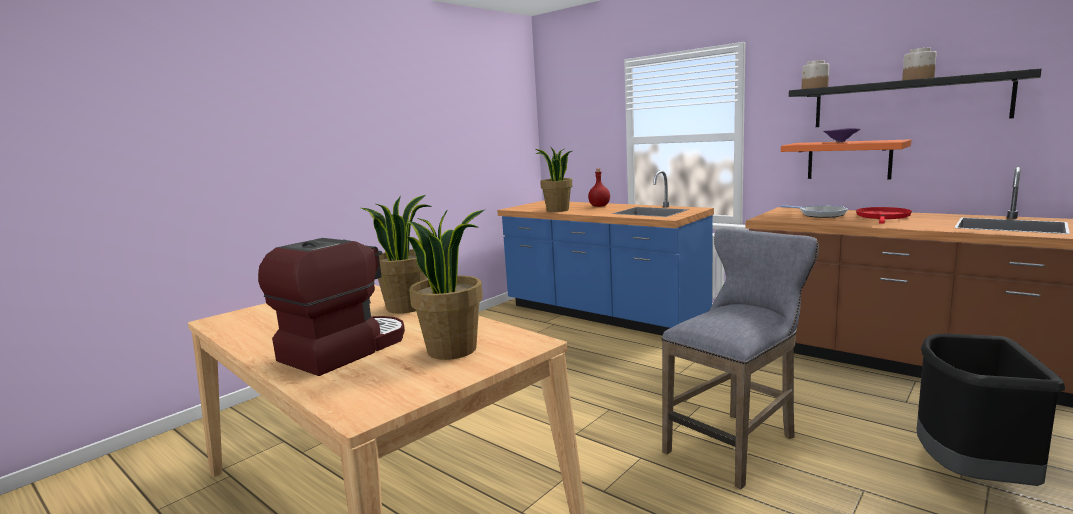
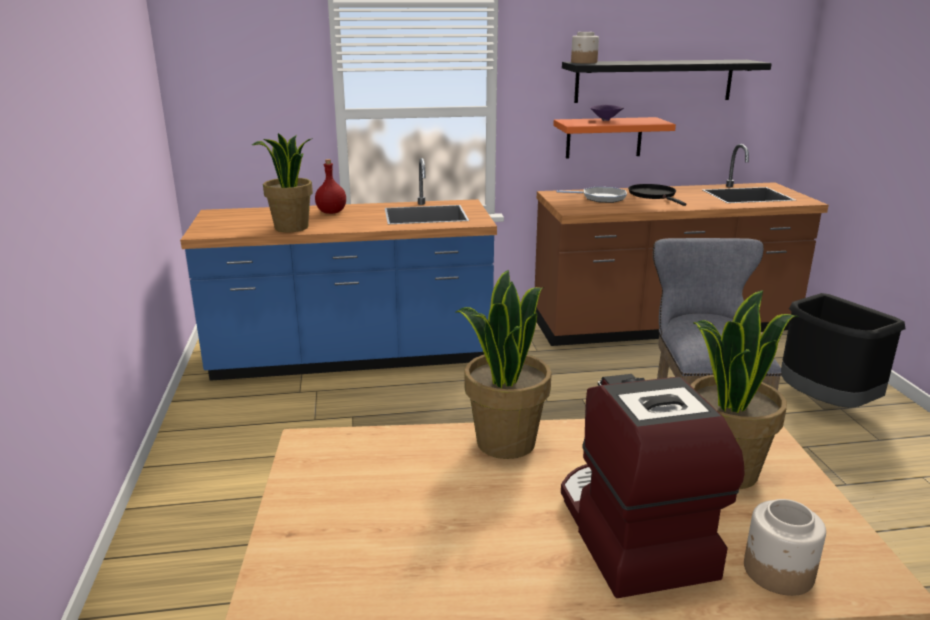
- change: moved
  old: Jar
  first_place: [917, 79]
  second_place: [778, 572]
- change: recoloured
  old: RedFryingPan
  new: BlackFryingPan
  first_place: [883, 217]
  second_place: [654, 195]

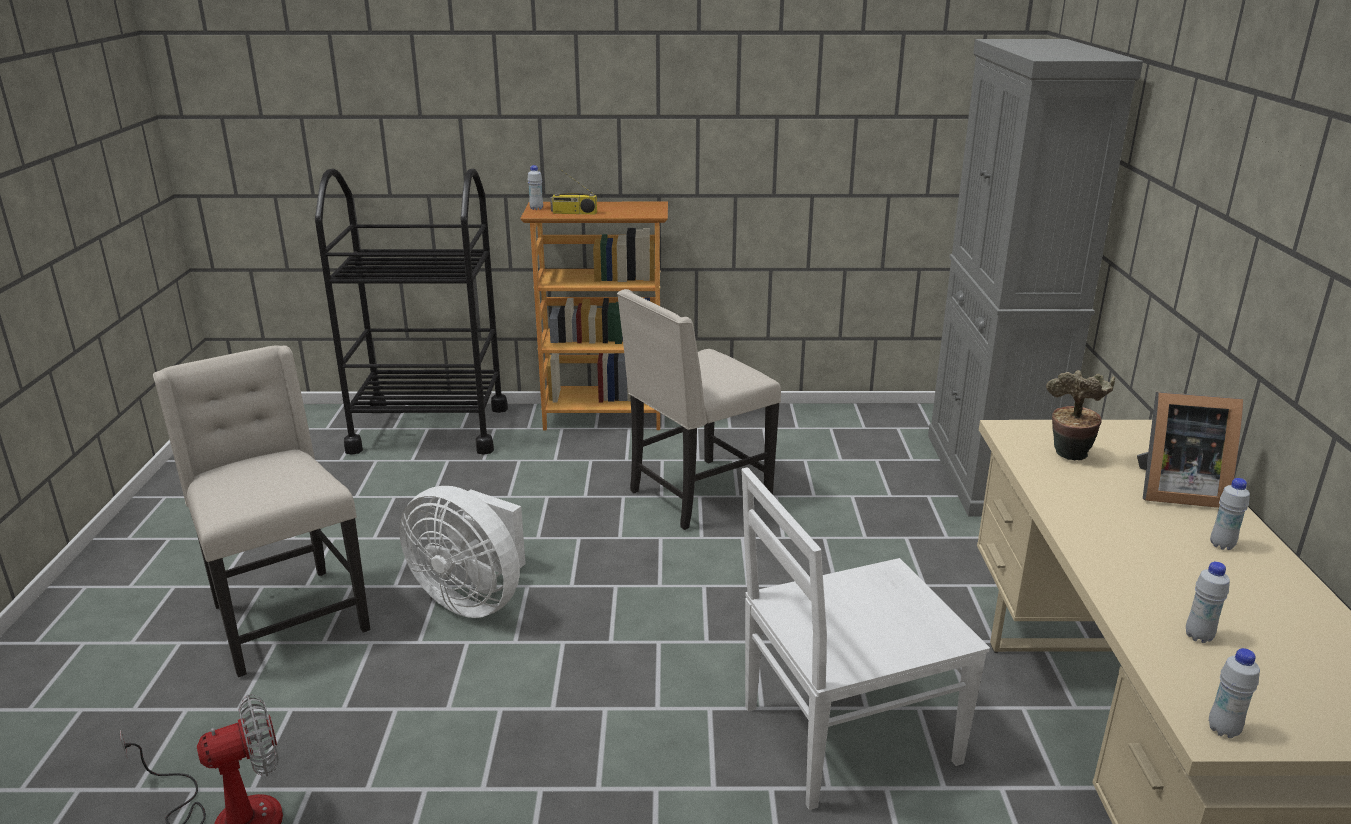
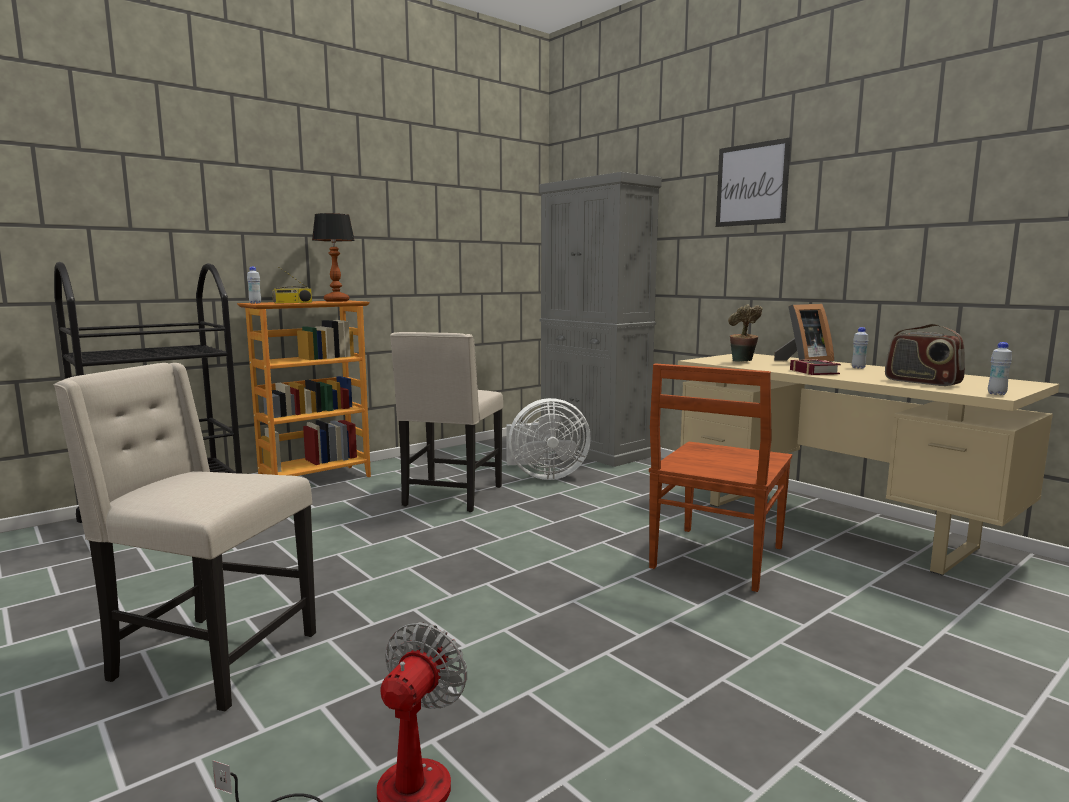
- change: added
  new: TableLamp
  second_place: [336, 301]
- change: added
  new: Picture
  second_place: [752, 184]
- change: added
  new: Book
  second_place: [814, 371]
- change: moved
  old: WhiteFan
  first_place: [473, 599]
  second_place: [544, 476]
- change: replaced
  old: WhiteBottle
  new: Radio
  first_place: [1198, 636]
  second_place: [922, 382]
- change: recoloured
  old: WhiteChair
  new: BrownChair
  first_place: [844, 735]
  second_place: [716, 558]

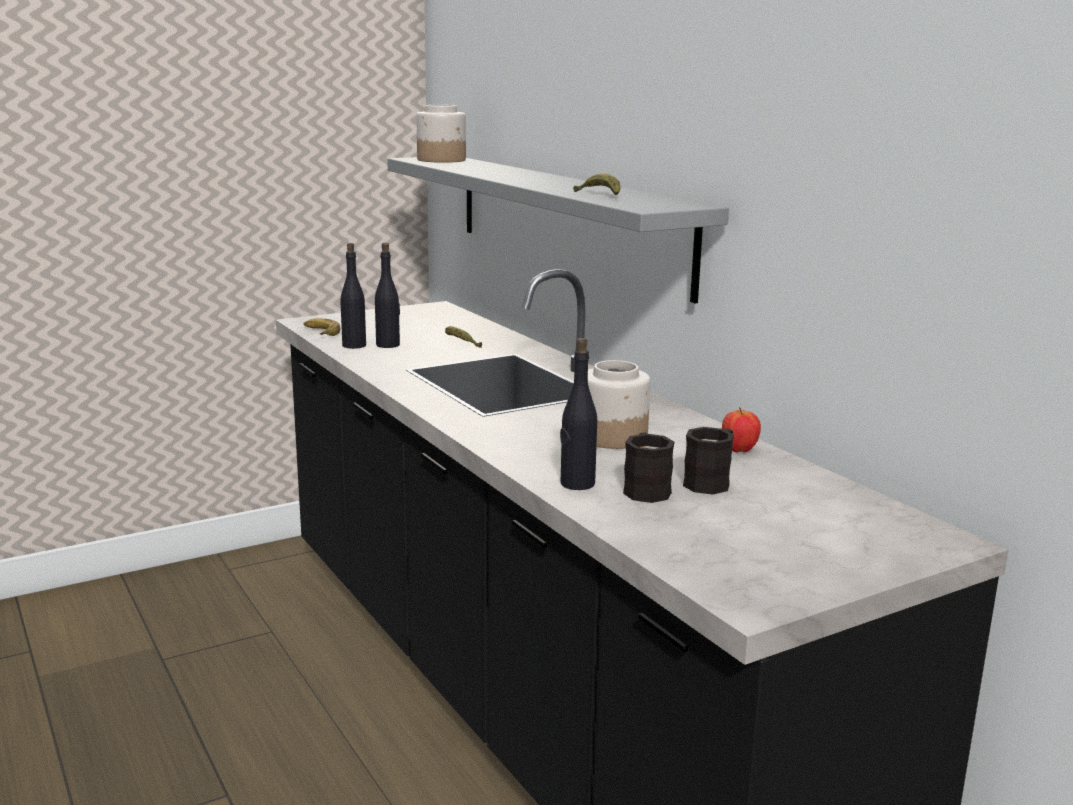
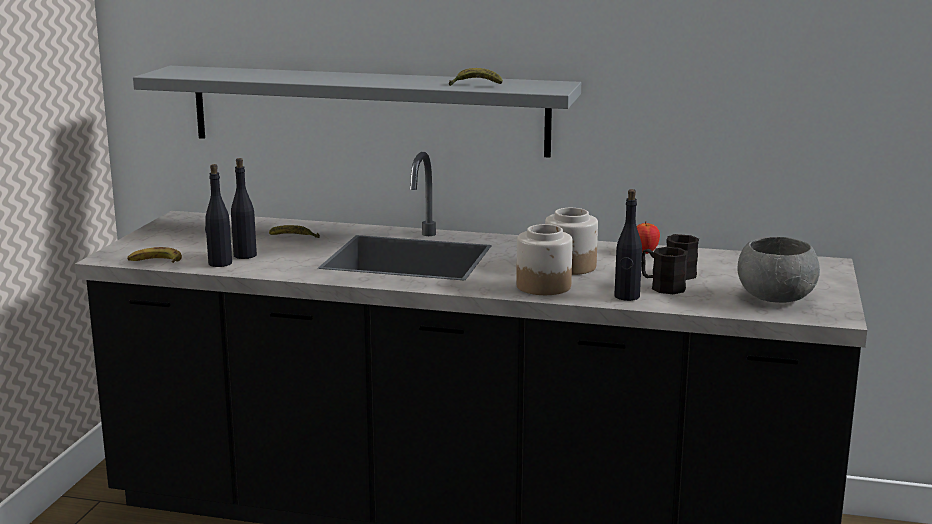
- change: added
  new: GreyBowl
  second_place: [776, 297]
- change: moved
  old: Jar
  first_place: [442, 160]
  second_place: [544, 286]

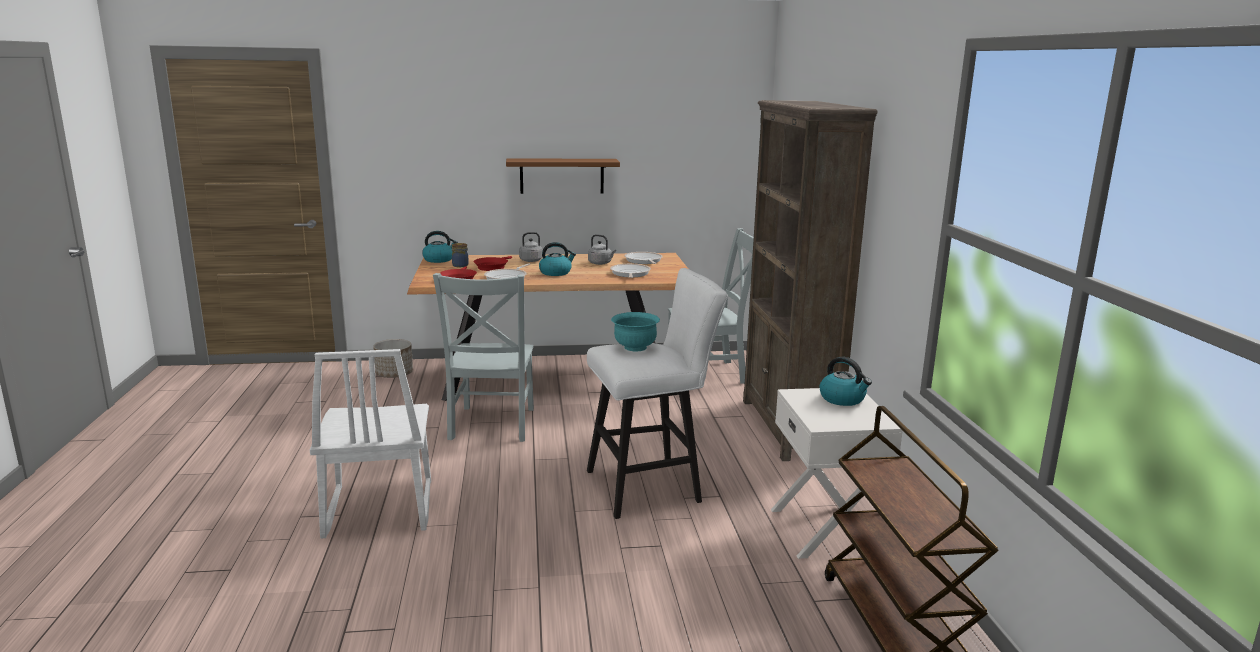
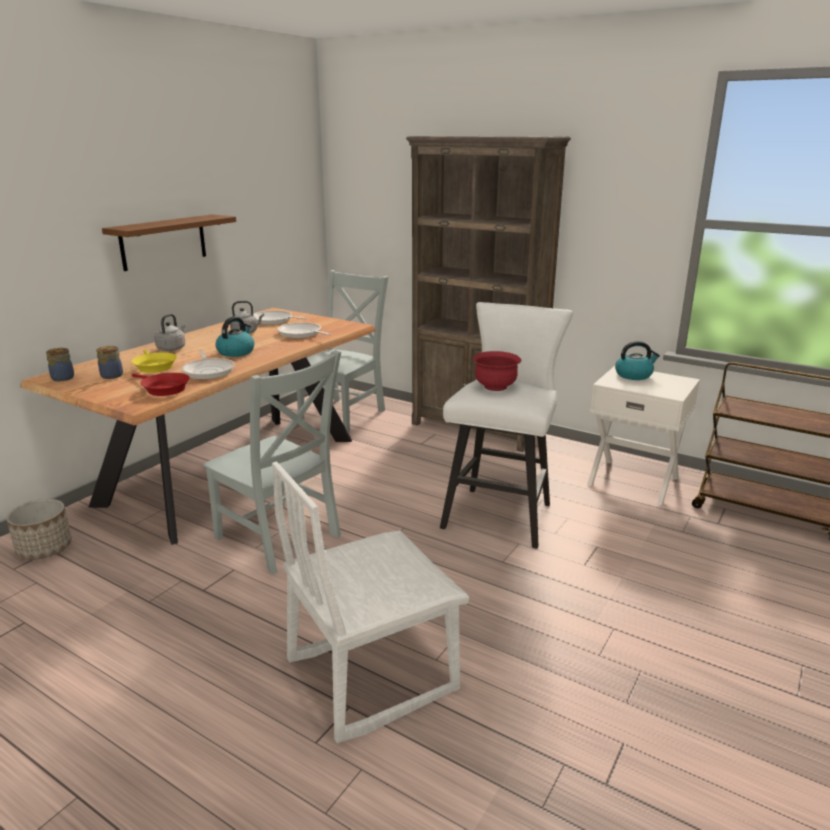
- change: replaced
  old: Kettle
  new: Jar
  first_place: [439, 260]
  second_place: [62, 378]
- change: recoloured
  old: RedFryingPan
  new: YellowFryingPan
  first_place: [492, 267]
  second_place: [154, 366]
- change: recoloured
  old: TurquoiseBowl
  new: RedBowl
  first_place: [635, 347]
  second_place: [495, 387]
- change: turned
  old: WhiteChair
  first_place: [378, 510]
  second_place: [370, 674]
  degrees: 120

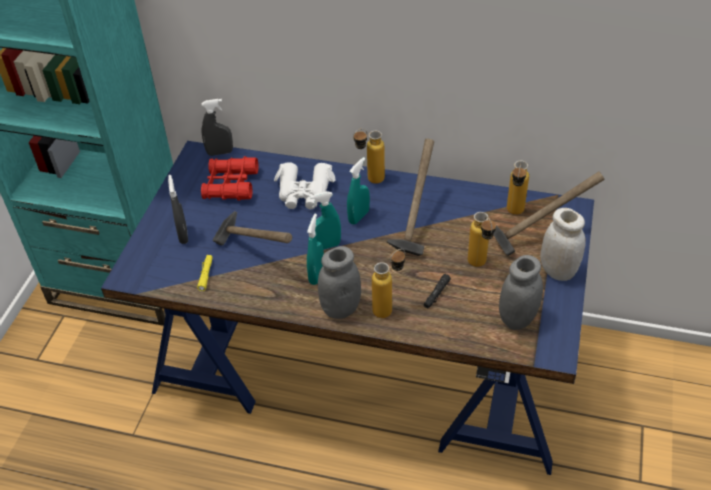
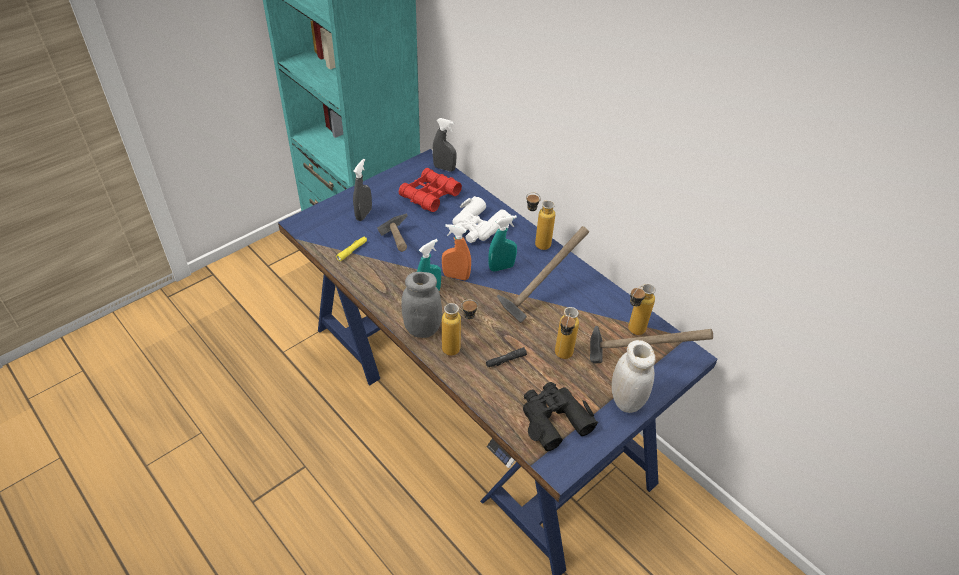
- change: replaced
  old: GreyJar
  new: BlackBinoculars
  first_place: [517, 319]
  second_place: [553, 419]
- change: recoloured
  old: TurquoiseSprayBottle
  new: OrangeSprayBottle
  first_place: [326, 246]
  second_place: [456, 276]

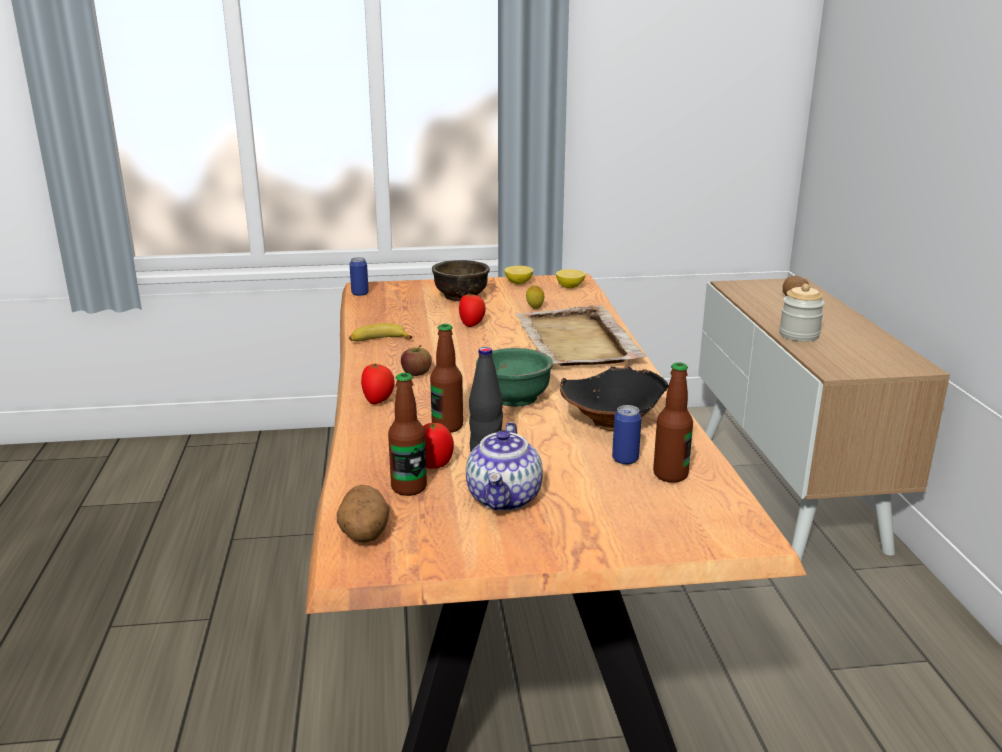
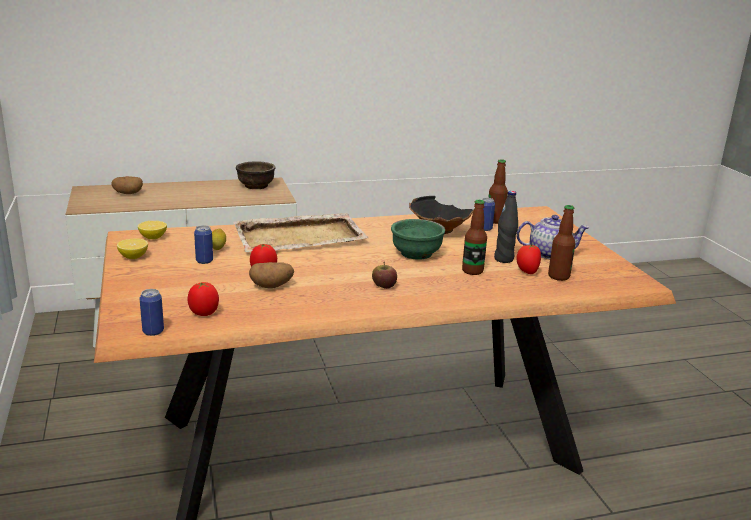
- change: removed
  old: Banana
  first_place: [378, 341]
- change: removed
  old: Jar
  first_place: [799, 335]
- change: added
  new: Can
  second_place: [204, 261]
- change: moved
  old: Potato
  first_place: [364, 535]
  second_place: [271, 286]
- change: moved
  old: Tomato
  first_place: [378, 401]
  second_place: [203, 313]
- change: moved
  old: BrownBowl
  first_place: [460, 296]
  second_place: [256, 186]

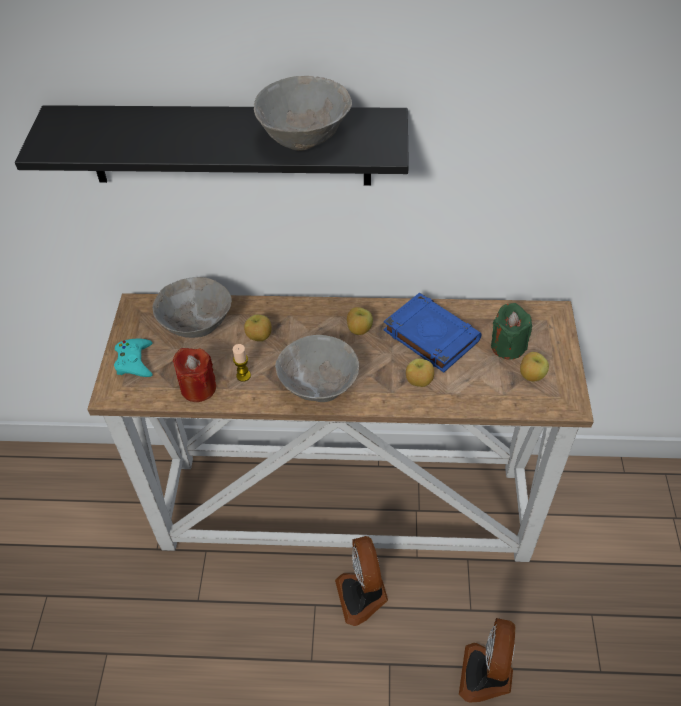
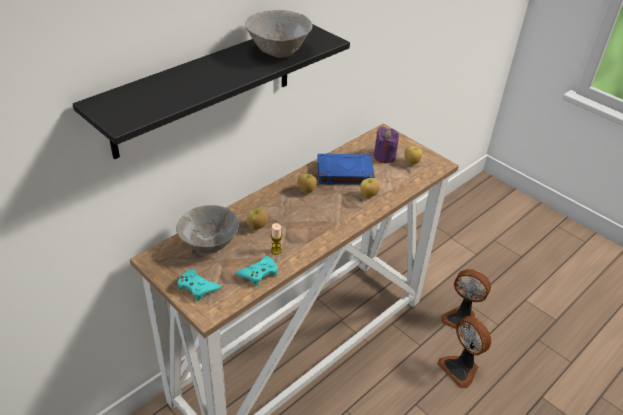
- change: removed
  old: GreyBowl
  first_place: [319, 387]
- change: moved
  old: Fan
  first_place: [363, 596]
  second_place: [461, 319]
- change: replaced
  old: RedCandle
  new: TurquoiseGameController
  first_place: [198, 388]
  second_place: [259, 273]
- change: recoloured
  old: GreenCandle
  new: PurpleCandle
  first_place: [508, 346]
  second_place: [384, 156]

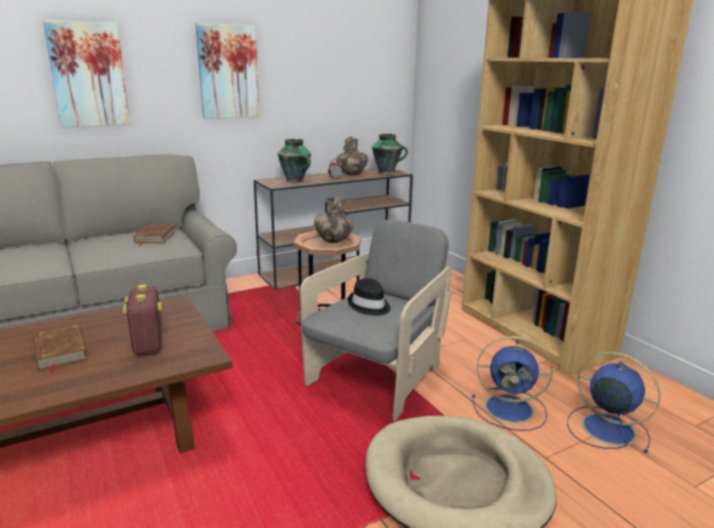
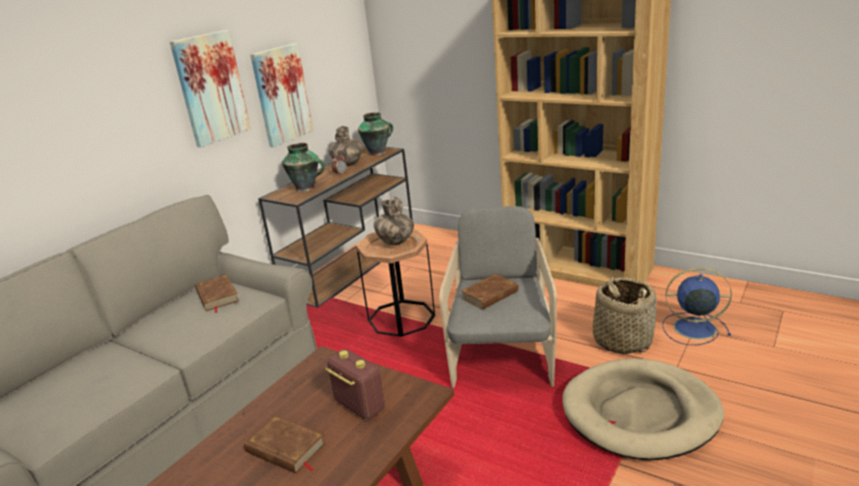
- change: moved
  old: Picture
  first_place: [88, 75]
  second_place: [281, 94]
- change: replaced
  old: BlackHat
  new: BrownBook
  first_place: [369, 305]
  second_place: [490, 295]
- change: replaced
  old: BlueFan
  new: Basket
  first_place: [511, 409]
  second_place: [622, 340]

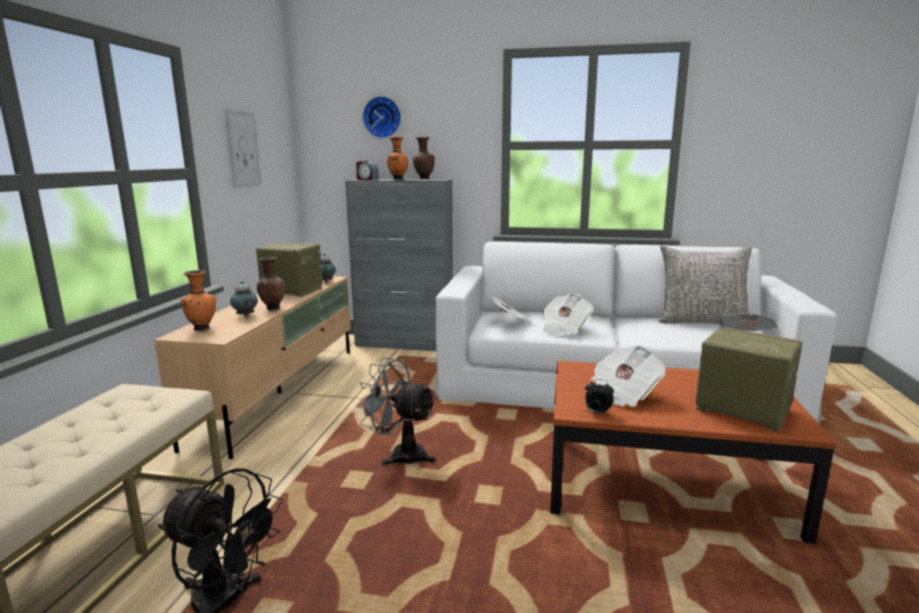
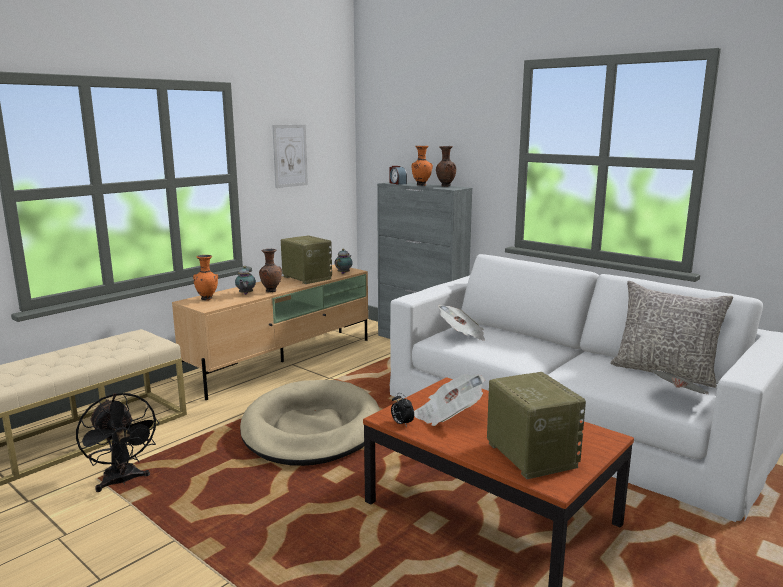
- change: removed
  old: WallClock
  first_place: [382, 117]
- change: removed
  old: Newspaper
  first_place: [564, 328]
- change: replaced
  old: GreyFan
  new: BeigeDogBed
  first_place: [400, 455]
  second_place: [311, 428]

